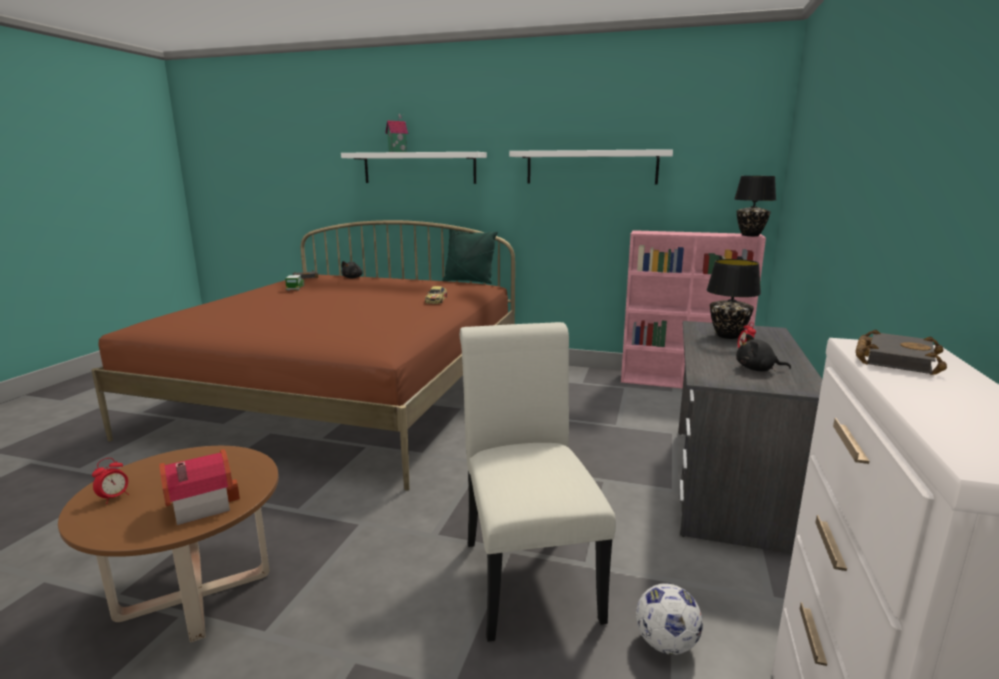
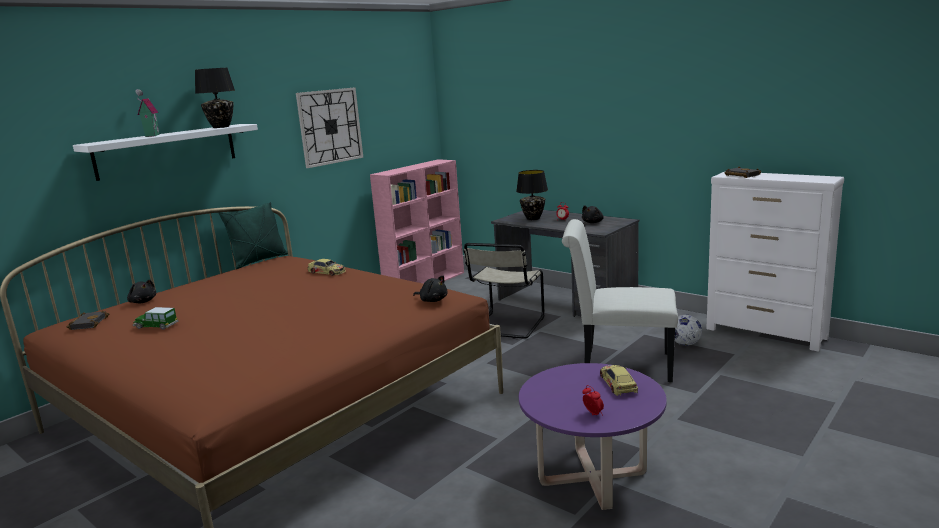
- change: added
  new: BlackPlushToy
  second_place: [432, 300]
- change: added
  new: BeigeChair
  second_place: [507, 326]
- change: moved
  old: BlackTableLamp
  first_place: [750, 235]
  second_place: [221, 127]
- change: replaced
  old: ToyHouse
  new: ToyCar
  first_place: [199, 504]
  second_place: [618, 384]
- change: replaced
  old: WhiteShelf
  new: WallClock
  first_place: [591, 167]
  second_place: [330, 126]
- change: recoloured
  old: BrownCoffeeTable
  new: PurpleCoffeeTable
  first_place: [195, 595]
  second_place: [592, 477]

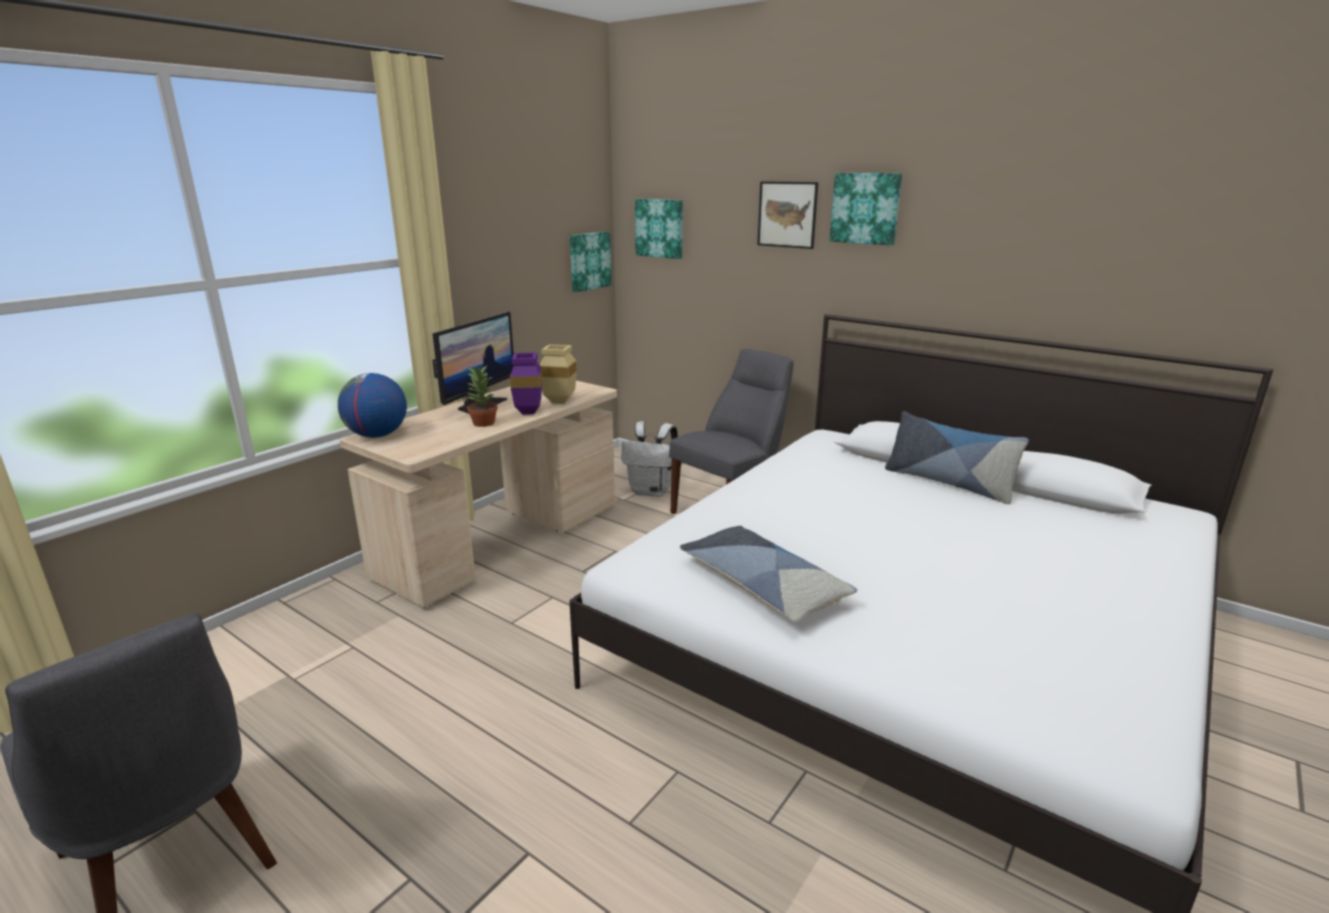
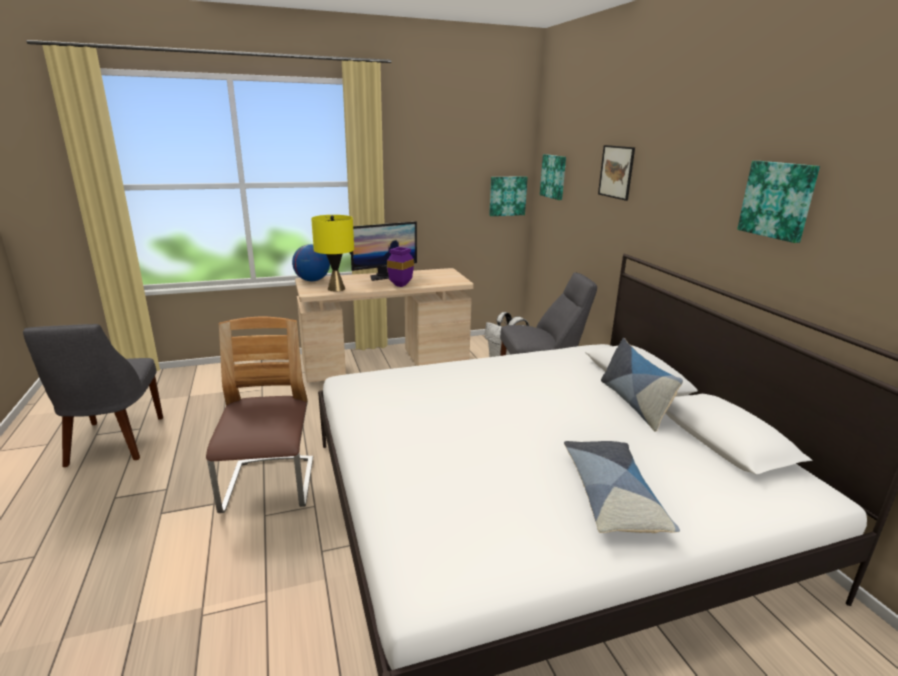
- change: removed
  old: PottedPlant
  first_place: [483, 423]
- change: removed
  old: BeigeVase
  first_place: [561, 401]
- change: added
  new: Chair
  second_place: [269, 486]
- change: added
  new: YellowTableLamp
  second_place: [336, 288]
- change: moved
  old: Pillow
  first_place: [762, 585]
  second_place: [612, 495]
- change: moved
  old: Picture
  first_place: [866, 208]
  second_place: [778, 200]

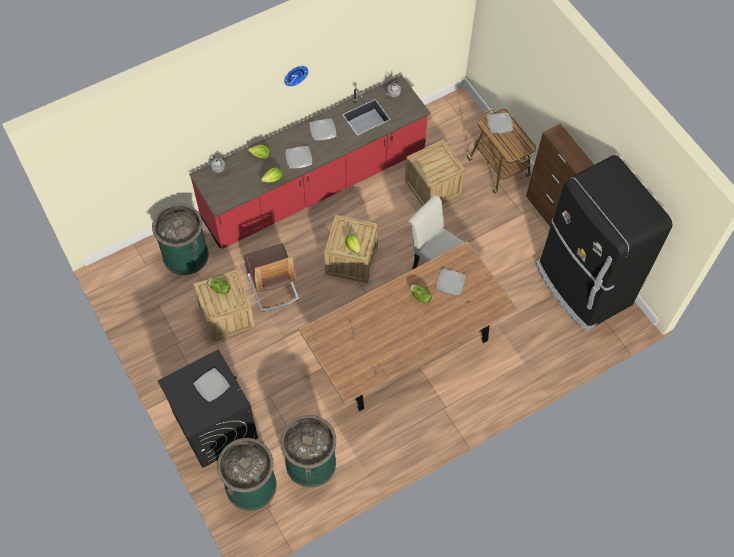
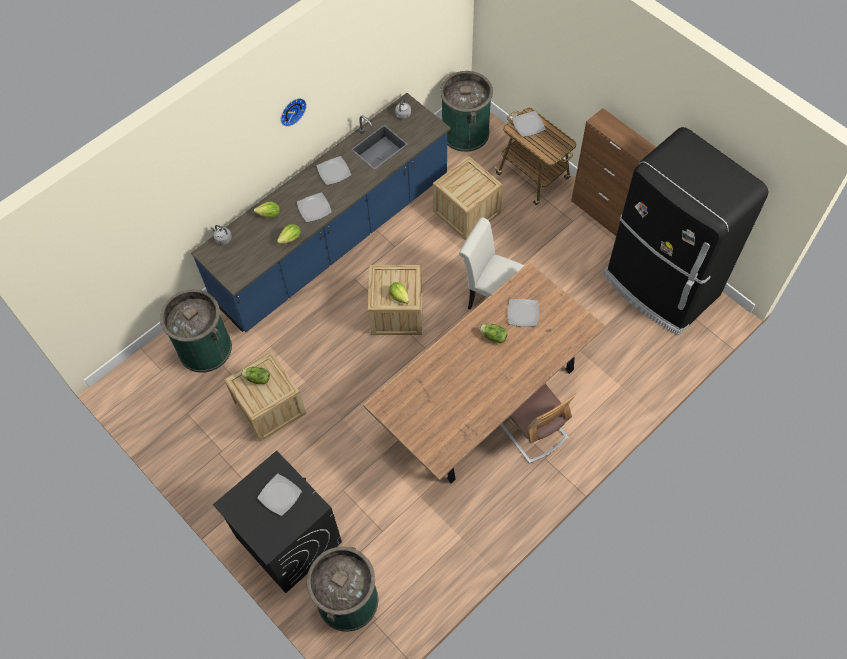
- change: moved
  old: Chair
  first_place: [273, 287]
  second_place: [532, 429]
- change: moved
  old: GreenTrashCan
  first_place: [310, 463]
  second_place: [465, 132]
- change: recoloured
  old: RedCounter
  new: BlueCounter
  first_place: [314, 186]
  second_place: [333, 239]

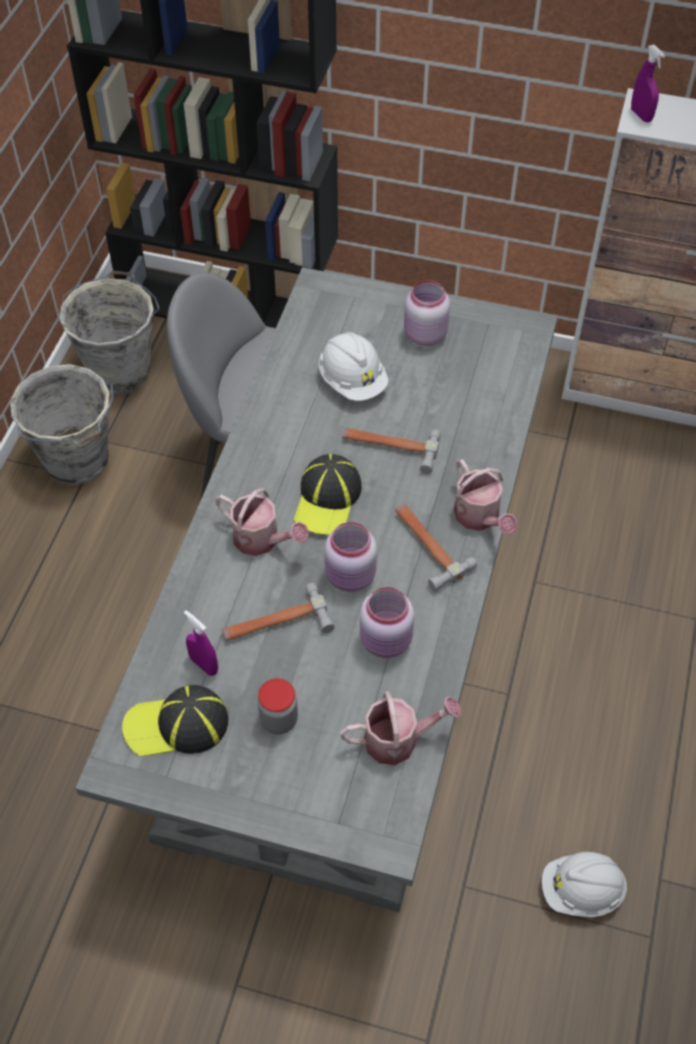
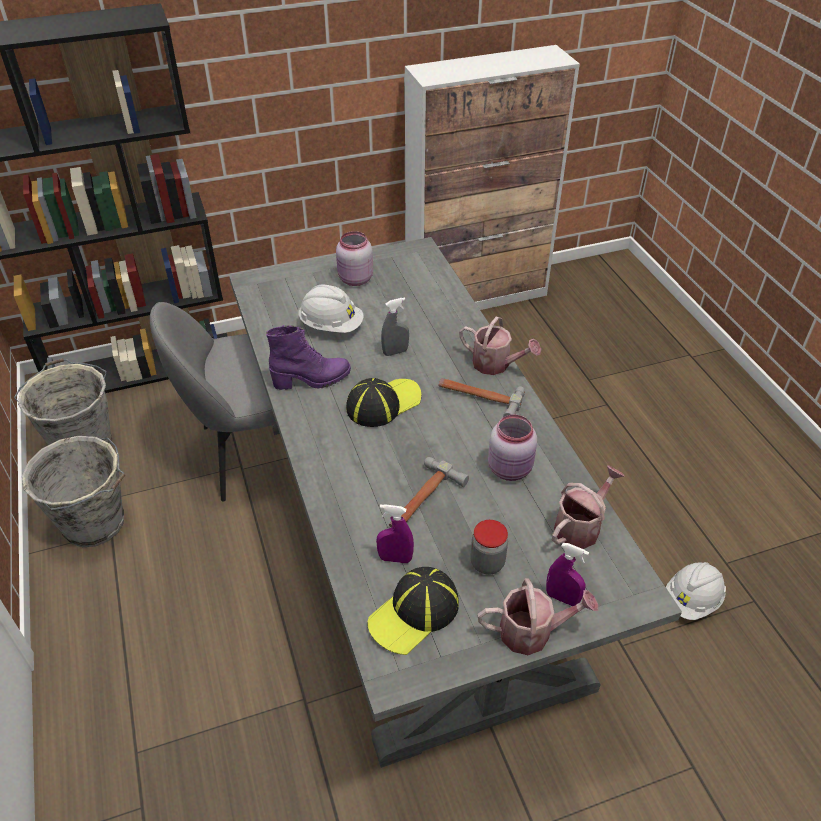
- change: removed
  old: PinkJar
  first_place: [351, 577]
- change: added
  new: PurpleBoot
  second_place: [312, 380]
- change: moved
  old: WateringCan
  first_place: [262, 540]
  second_place: [532, 632]
- change: moved
  old: PurpleSprayBottle
  first_place: [641, 115]
  second_place: [562, 598]
- change: replaced
  old: Hammer
  new: GreySprayBottle
  first_place: [389, 447]
  second_place: [395, 352]
- change: turned
  old: Cap
  first_place: [327, 499]
  second_place: [383, 403]
  degrees: -105

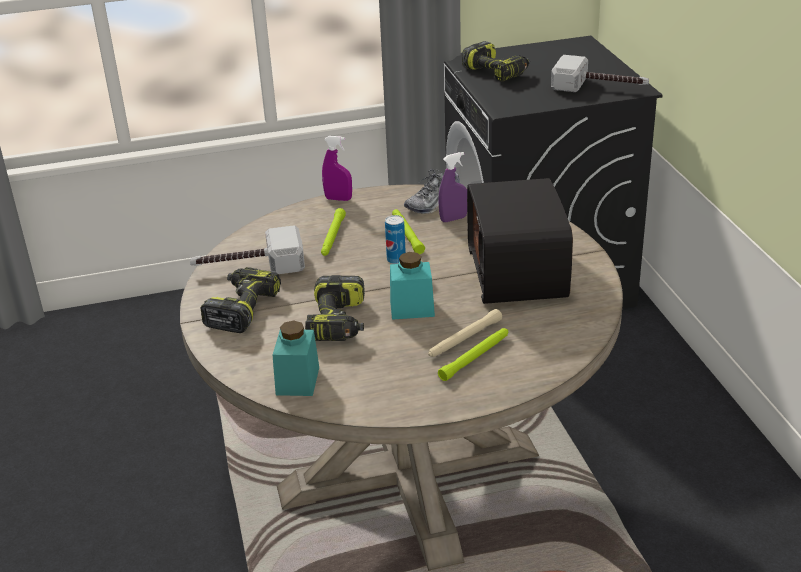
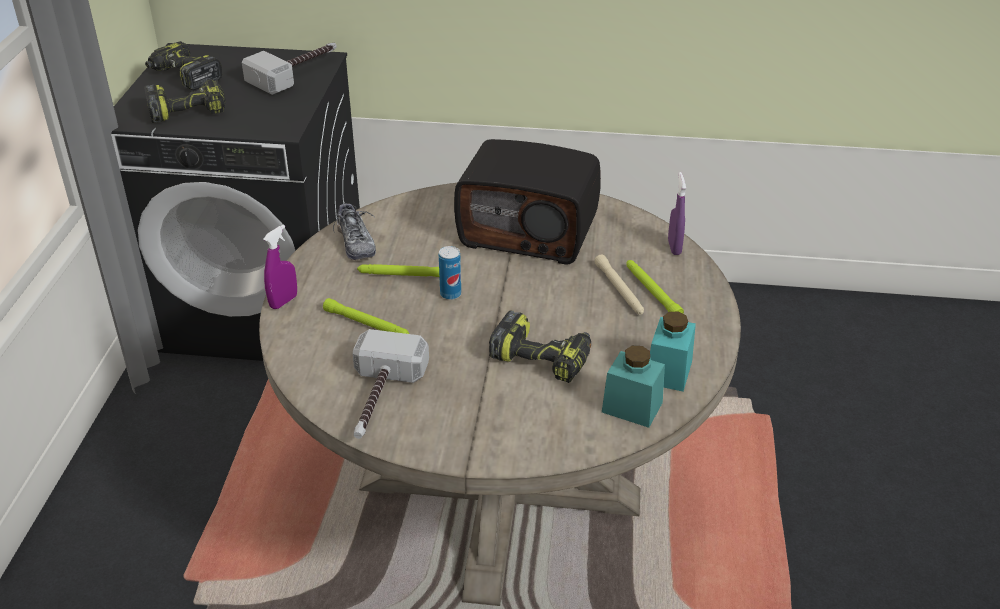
- change: moved
  old: PowerDrill
  first_place: [241, 309]
  second_place: [184, 76]
- change: moved
  old: TurquoiseJar
  first_place: [412, 308]
  second_place: [668, 372]
- change: moved
  old: PurpleSprayBottle
  first_place: [453, 219]
  second_place: [674, 247]

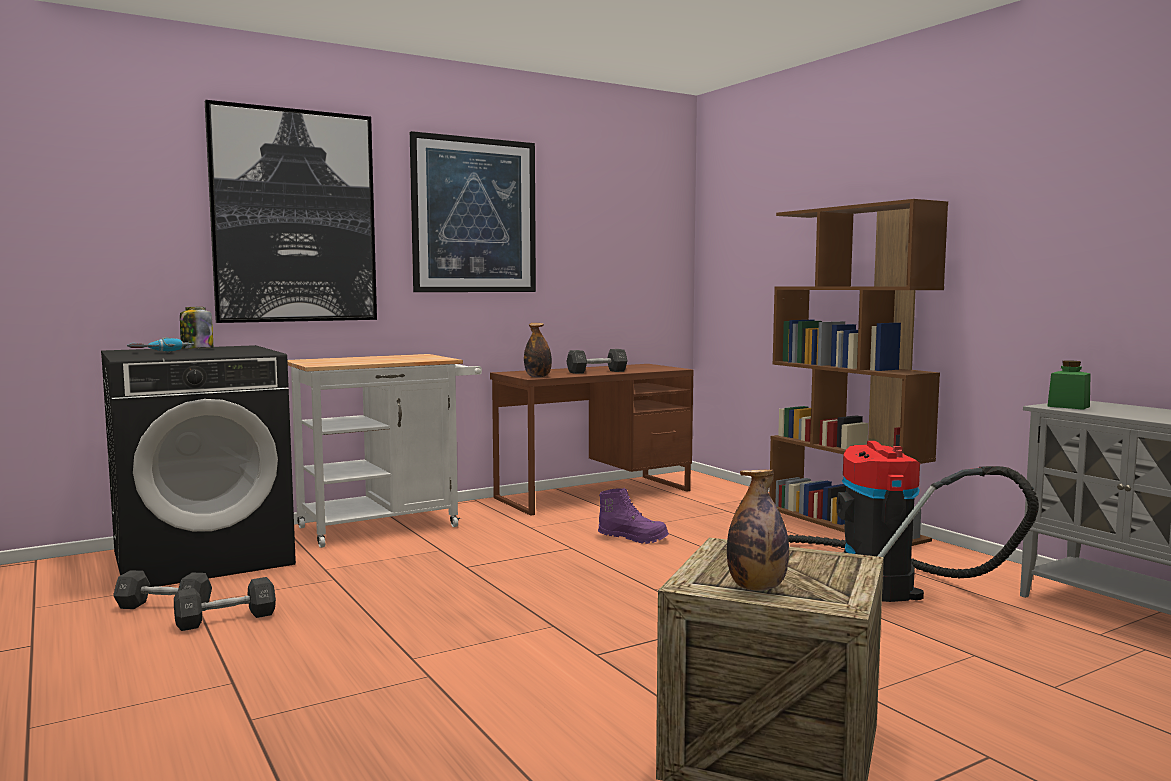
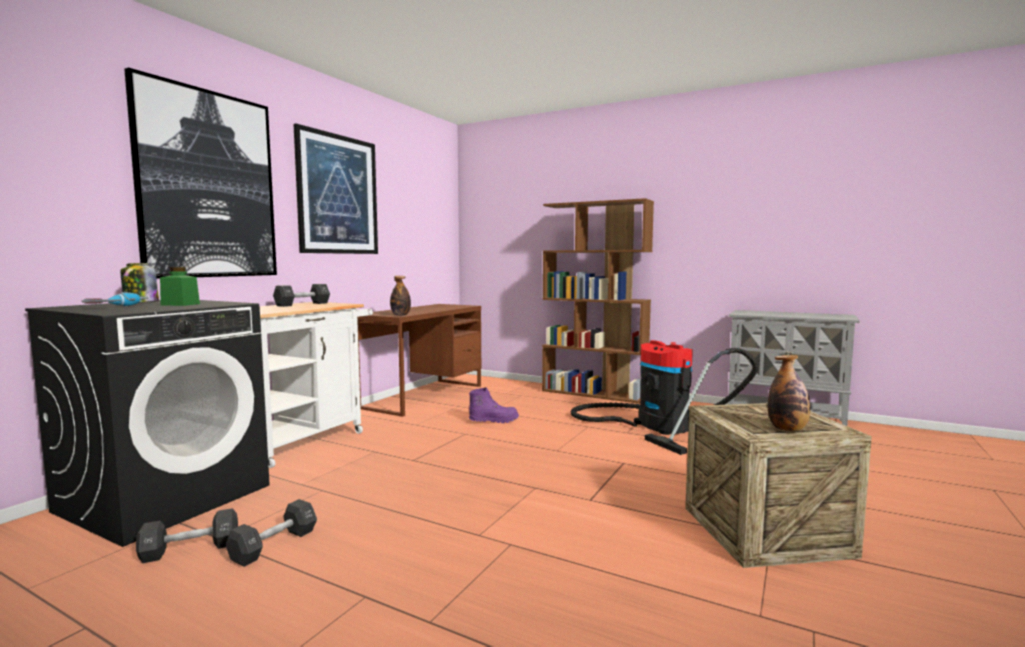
- change: moved
  old: BlackDumbbell
  first_place: [597, 372]
  second_place: [302, 304]
- change: moved
  old: GreenJar
  first_place: [1068, 406]
  second_place: [180, 304]

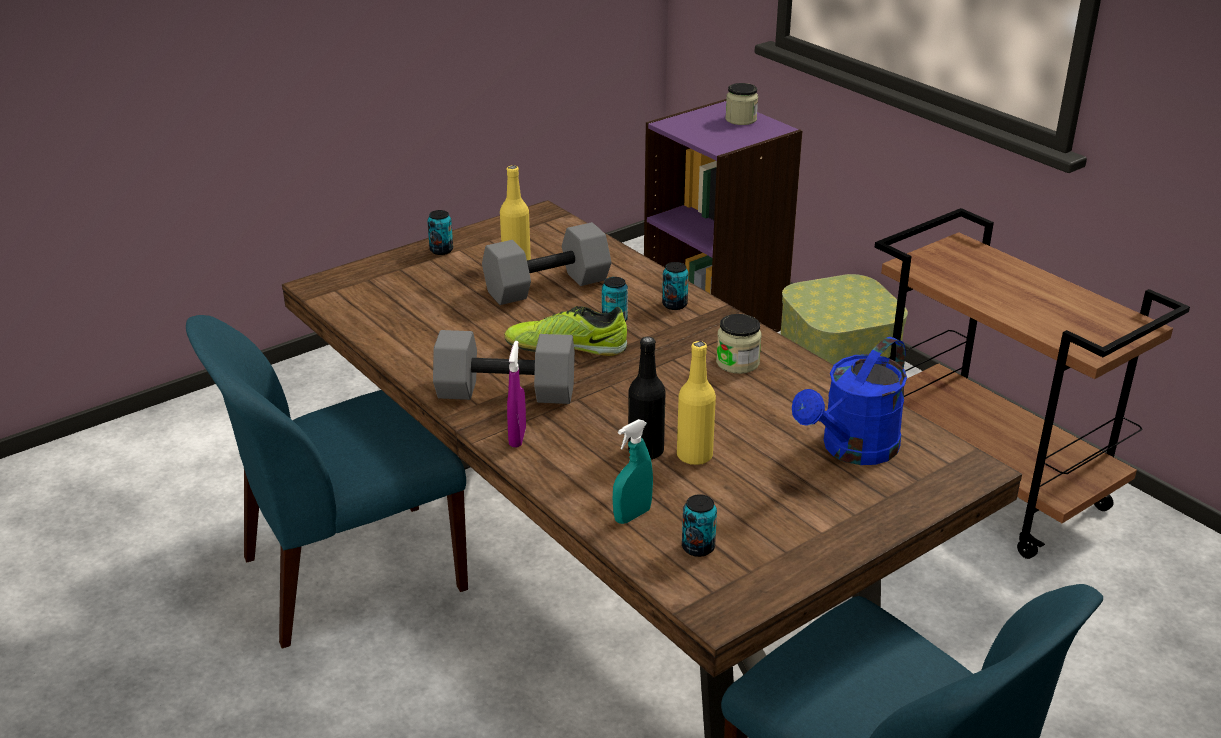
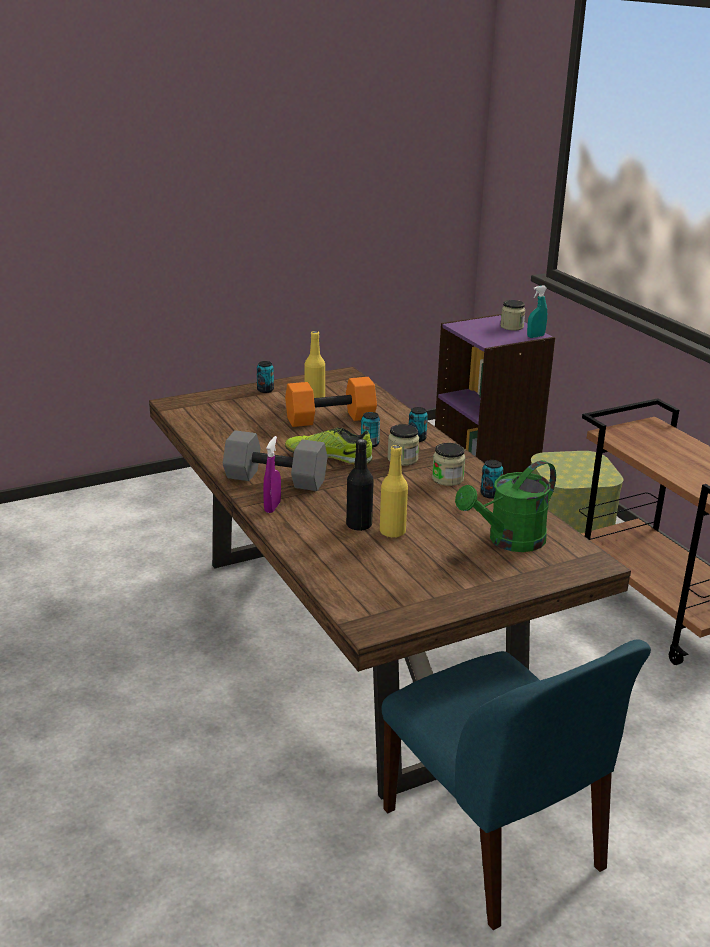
- change: removed
  old: BlueChair
  first_place: [348, 575]
- change: added
  new: Jar
  second_place: [402, 459]
- change: moved
  old: TurquoiseSprayBottle
  first_place: [632, 515]
  second_place: [535, 336]
- change: moved
  old: Can
  first_place: [698, 547]
  second_place: [490, 494]
- change: recoloured
  old: GreyDumbbell
  new: OrangeDumbbell
  first_place: [547, 287]
  second_place: [330, 419]
- change: recoloured
  old: BlueWateringCan
  new: GreenWateringCan
  first_place: [852, 450]
  second_place: [509, 541]

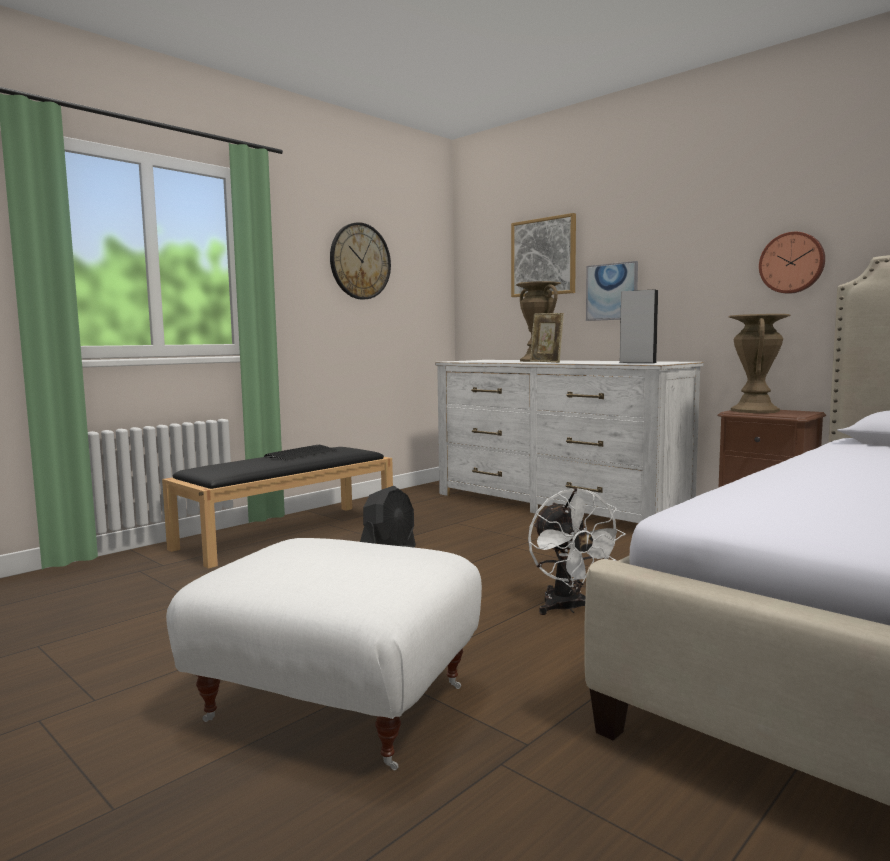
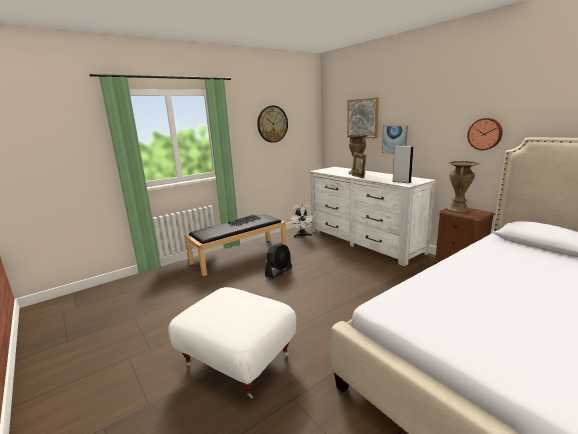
- change: moved
  old: WhiteFan
  first_place: [568, 608]
  second_place: [302, 235]

